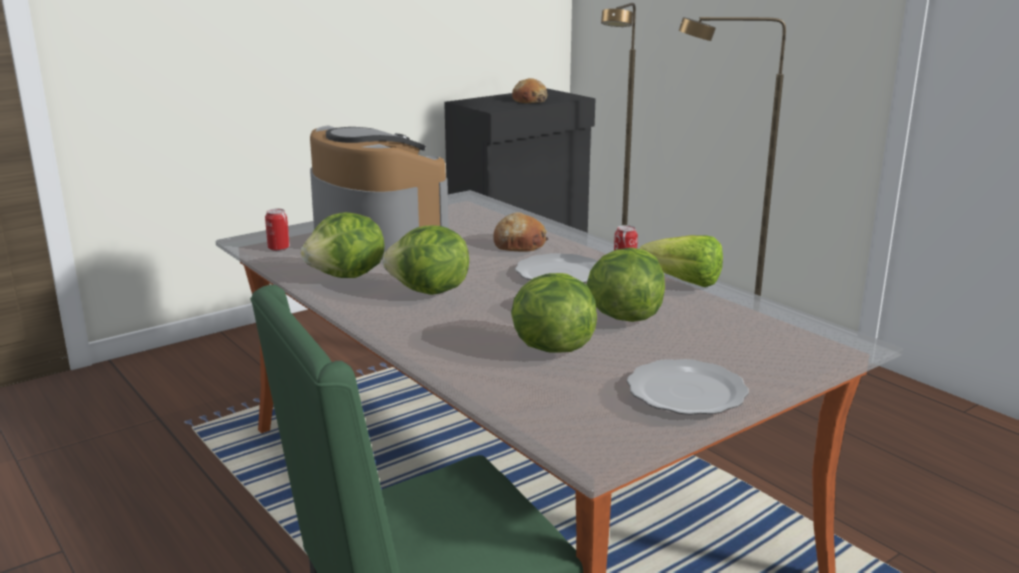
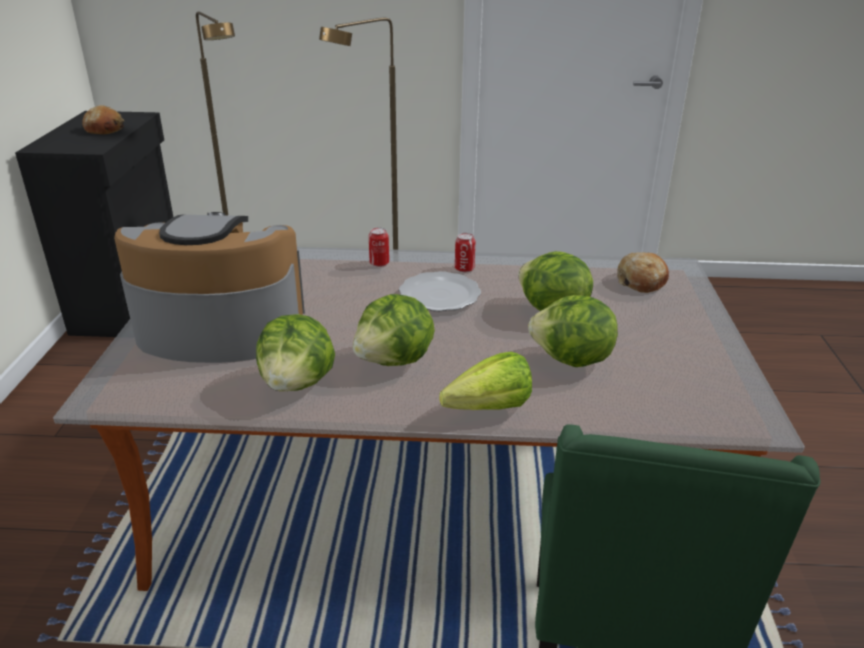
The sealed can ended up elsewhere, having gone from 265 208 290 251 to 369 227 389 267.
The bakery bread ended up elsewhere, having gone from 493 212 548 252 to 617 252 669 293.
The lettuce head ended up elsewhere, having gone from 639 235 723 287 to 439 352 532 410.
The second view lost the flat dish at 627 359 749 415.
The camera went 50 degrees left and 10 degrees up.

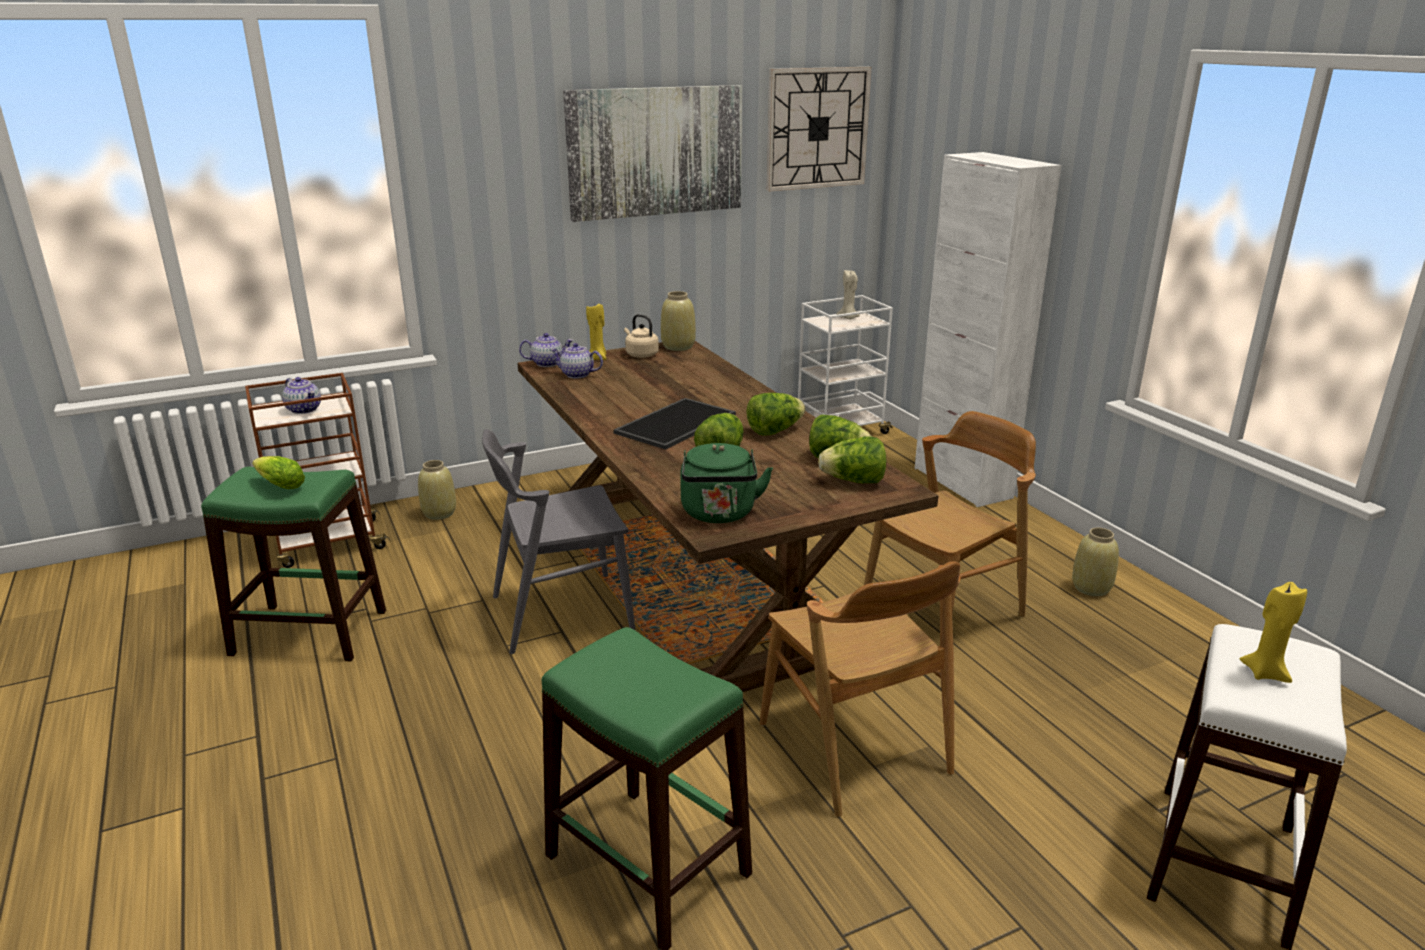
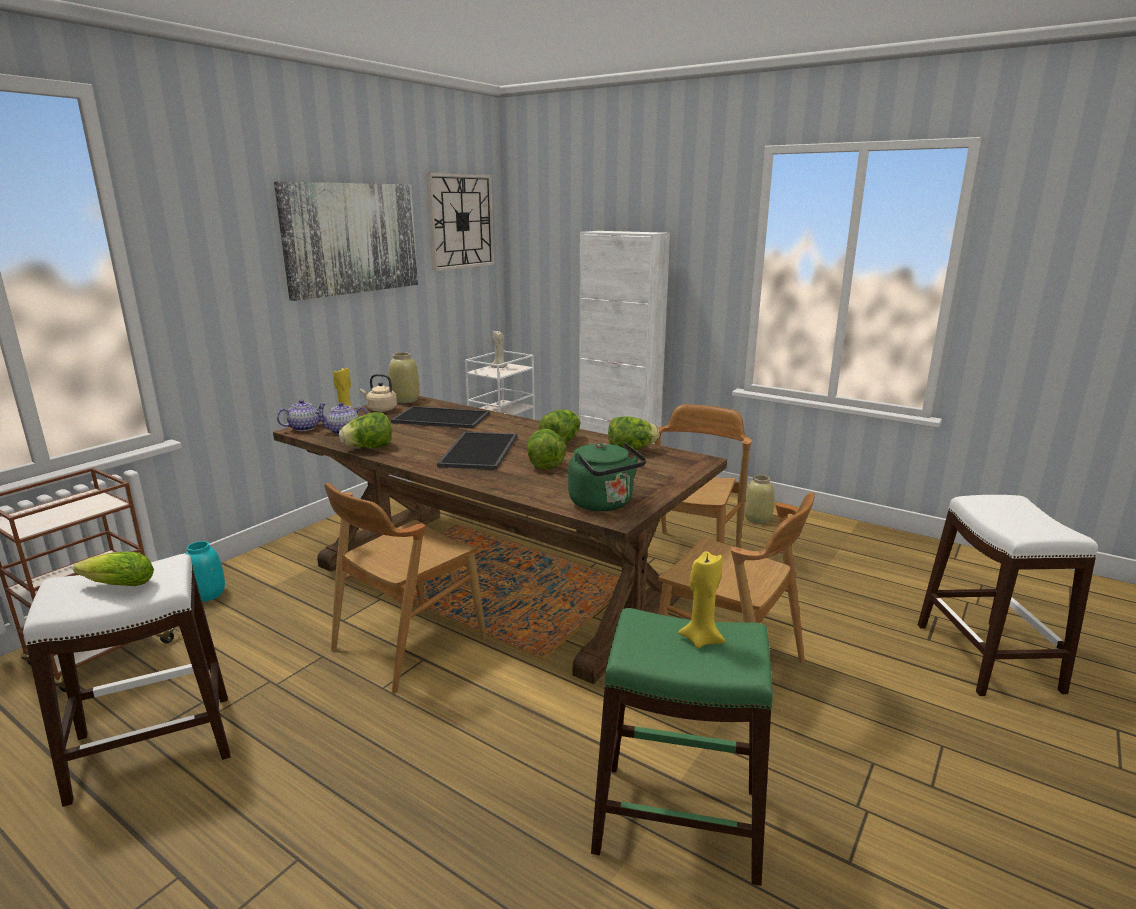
The second view lost the pot for tea at 282 377 321 414.
What was the chair (gray) at 482 429 635 654 turned into the chair (brownish) at 324 483 487 694.
The lettuce head ended up elsewhere, having gone from 818 436 886 483 to 339 412 392 448.
What was the flower vase (sand-coloured) at 418 460 456 520 turned into the flower vase (turquoise) at 185 541 225 602.
What was the sitting stool (green) at 201 467 386 661 turned into the sitting stool (whitish) at 23 554 230 807.
The wax light (yellow-coloured) ended up elsewhere, having gone from 1240 582 1307 683 to 678 551 725 648.
The second view gained the serving tray at 391 406 490 428.
The camera went 30 degrees left and 5 degrees down.

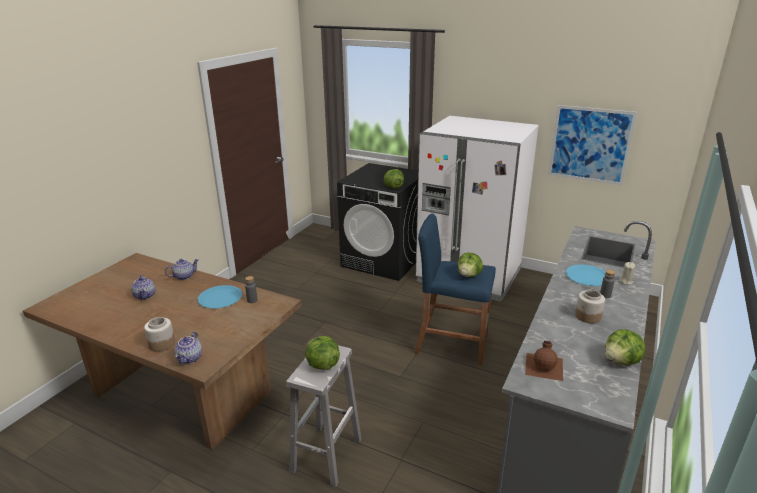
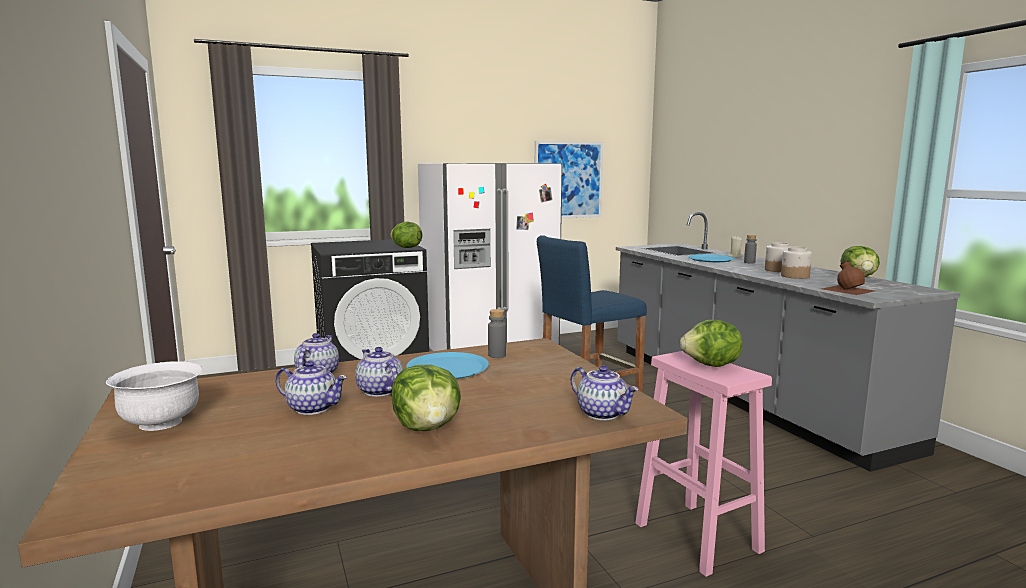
The lettuce head ended up elsewhere, having gone from 457 253 483 277 to 392 365 461 431.
The preserve jar ended up elsewhere, having gone from 144 317 175 352 to 781 247 812 279.
What was the sitting stool (whitish) at 286 345 362 487 turned into the sitting stool (pink) at 635 351 772 577.
The second view gained the pot for tea at 355 347 403 397.
The second view gained the serving bowl (whitish) at 106 361 203 431.
The camera went 50 degrees left and 15 degrees down.

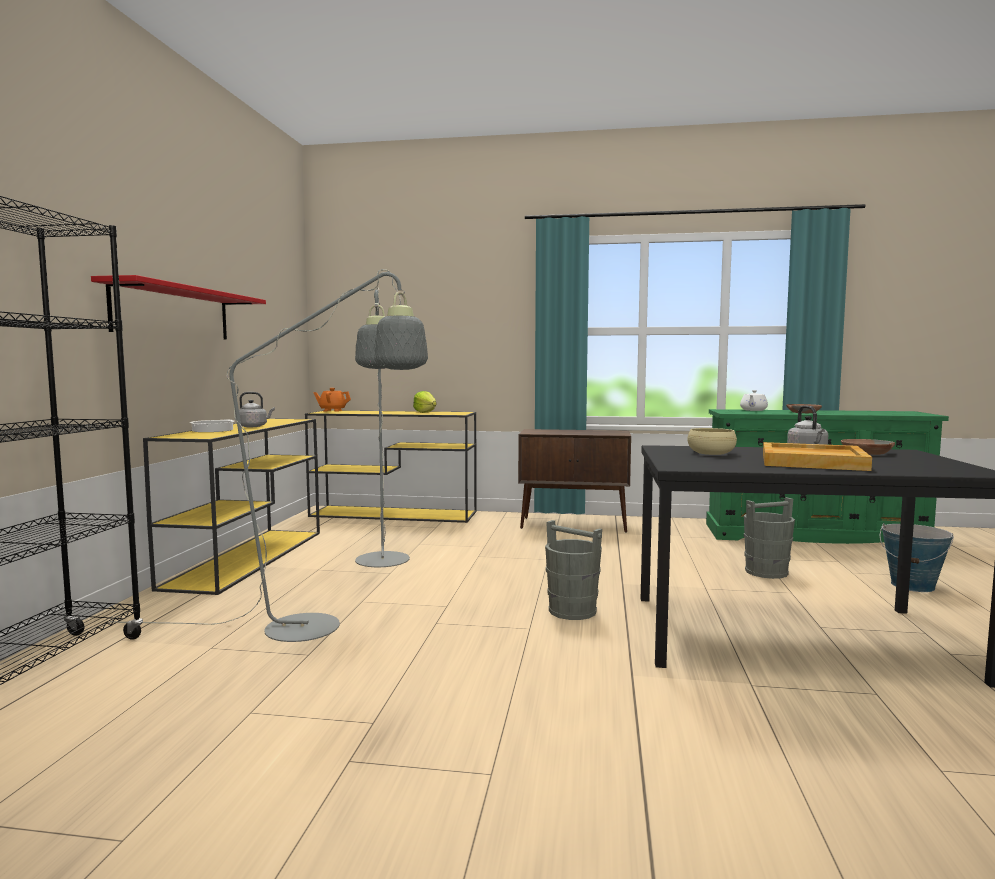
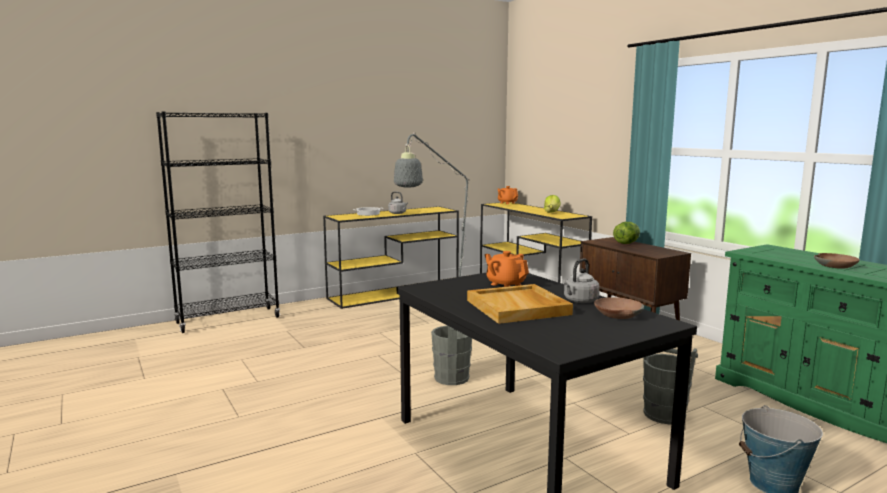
The second view lost the floor lamp (gray) at 110 269 428 642.
The second view lost the bracket shelf (red-coloured) at 91 275 266 340.
The second view lost the pot for tea (whitish) at 740 390 768 411.
Where the serving bowl (sand-coloured) stood at 688 428 737 455, the pot for tea (orange) came to stand at 485 251 529 287.
The second view gained the lettuce head at 613 222 640 244.
The camera went 50 degrees right and 5 degrees up.

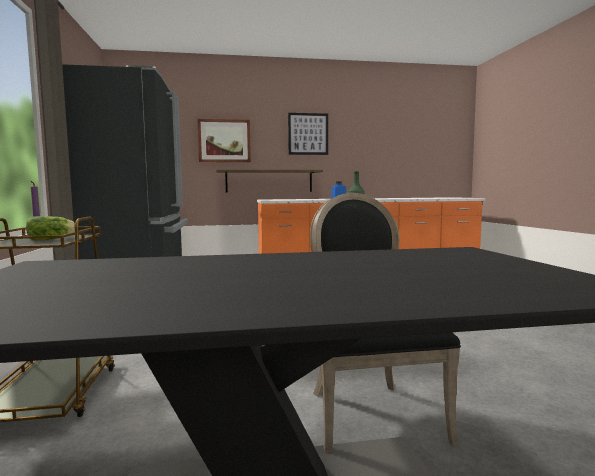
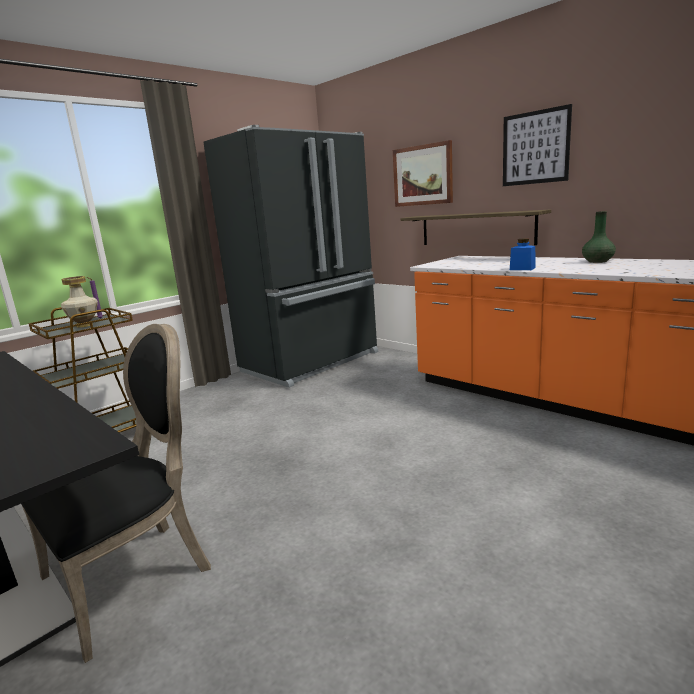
Where the lettuce head stood at 26 216 75 241, the flower vase came to stand at 61 276 98 328.
The camera went 55 degrees right and 10 degrees up.

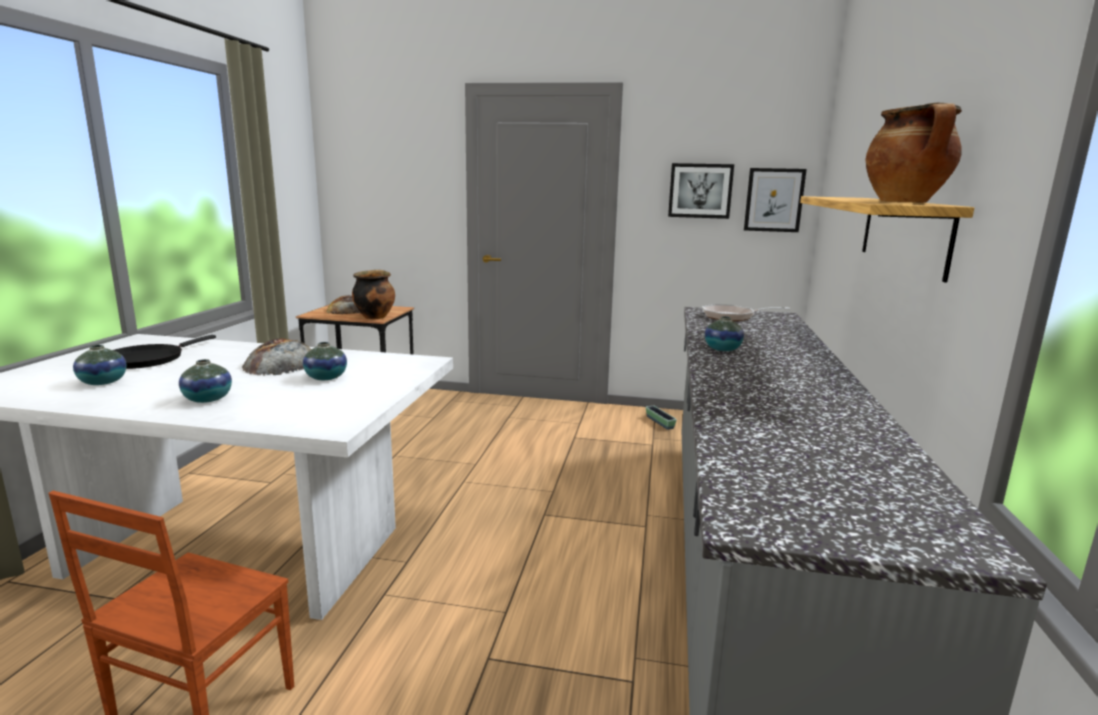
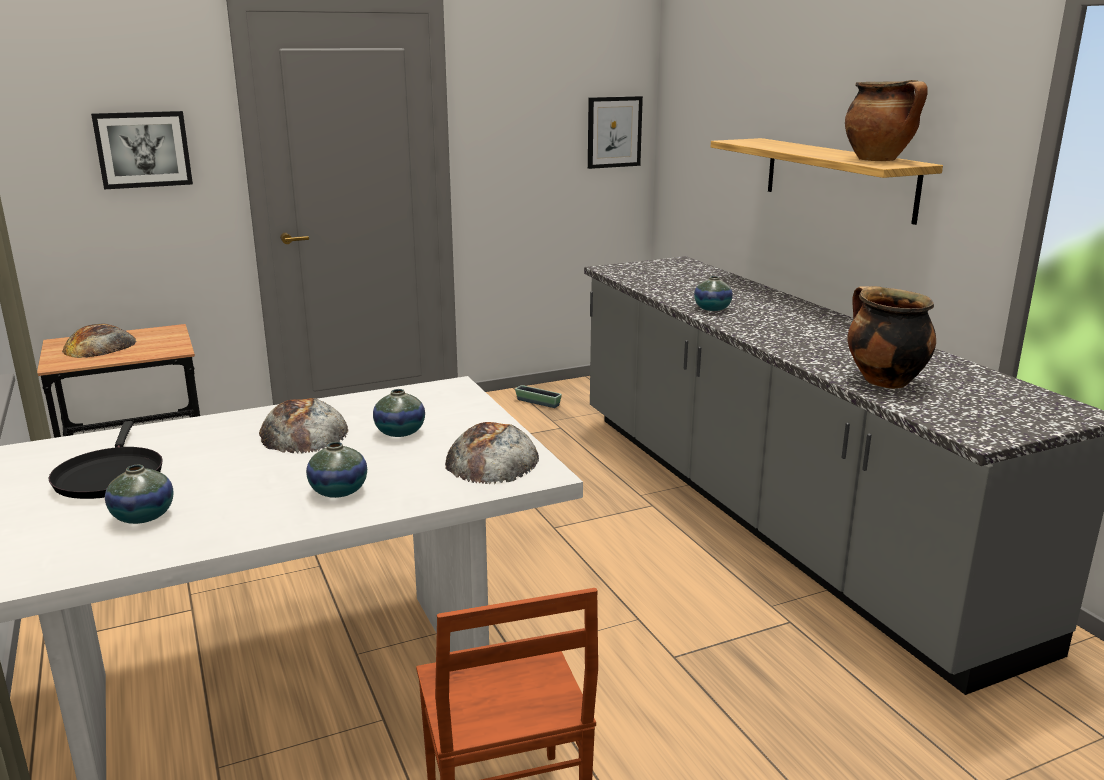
The wall picture ended up elsewhere, having gone from 668 163 734 219 to 91 111 193 189.
The cooking pot ended up elsewhere, having gone from 352 270 395 320 to 847 286 936 389.
The second view lost the skillet at 702 304 790 321.
The second view gained the bakery bread at 445 422 539 484.
The camera went 35 degrees left and 5 degrees up.

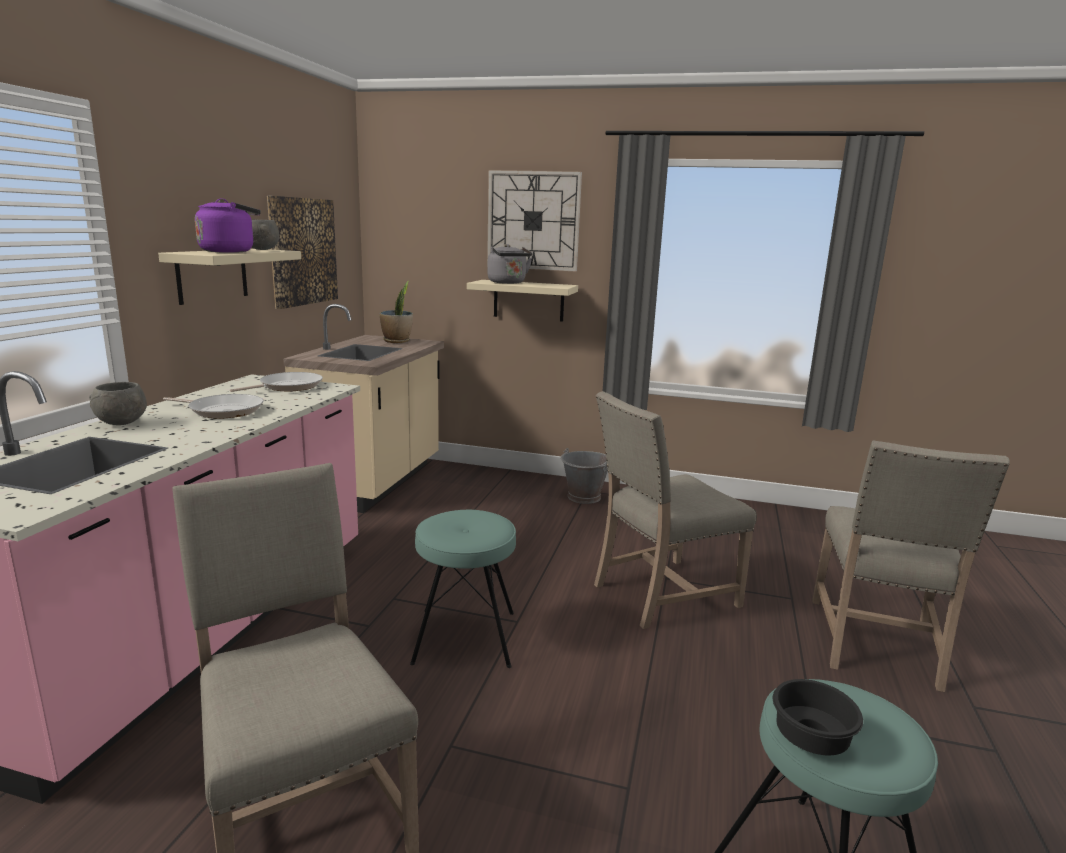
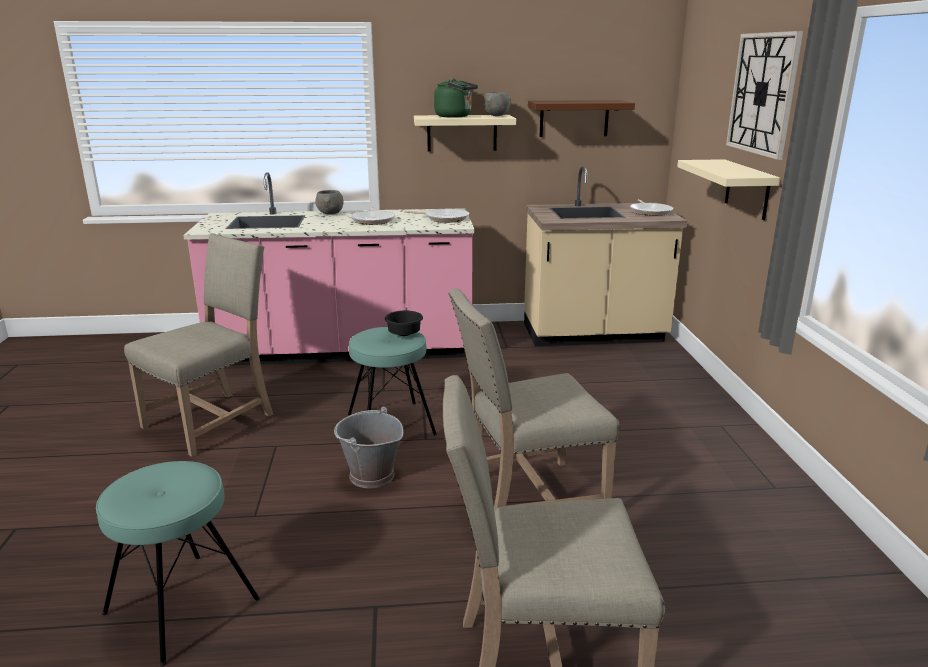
Where the wall picture hung at 267 196 338 309, the bracket shelf (brownish) came to hang at 528 100 635 137.
What was the kettle (purplish) at 195 199 261 253 turned into the kettle (green) at 434 78 478 118.
The second view lost the kettle (gray) at 487 244 532 284.
Where the houseplant stood at 380 281 413 343, the skillet came to stand at 630 199 673 216.
The chair (sand-coloured) at 594 391 757 629 ended up facing another way, 60 degrees counterclockwise from before.
The pail (gray) ended up elsewhere, having gone from 561 448 608 504 to 334 407 404 488.
The serving bowl (blackish) ended up elsewhere, having gone from 773 679 863 755 to 385 311 423 336.
The camera went 70 degrees right and 5 degrees up.

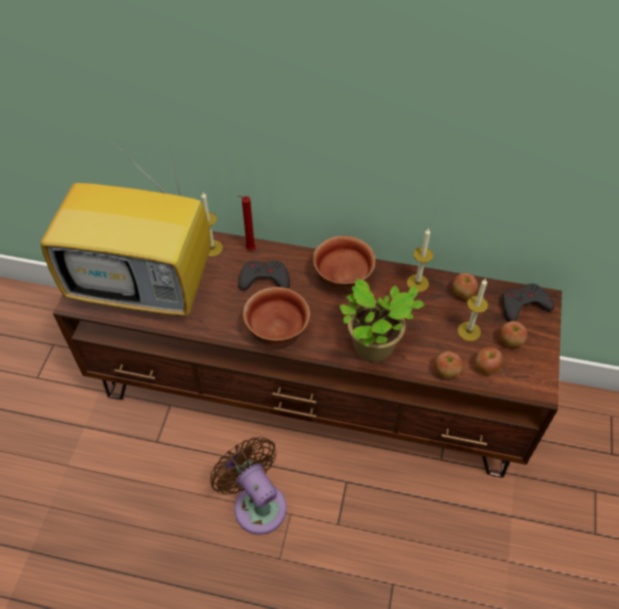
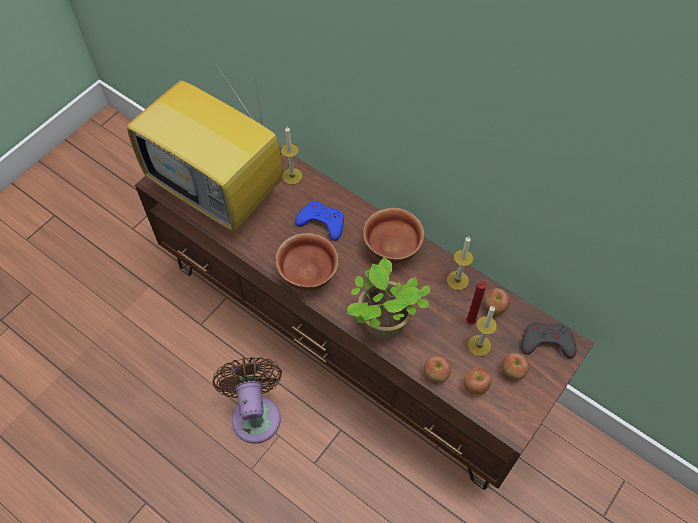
The wax light (red-coloured) ended up elsewhere, having gone from 237 196 256 250 to 466 280 487 325.
What was the gamepad (gray) at 238 261 290 291 turned into the gamepad (bluish) at 295 202 344 241.
The camera went 25 degrees right and 5 degrees up.

